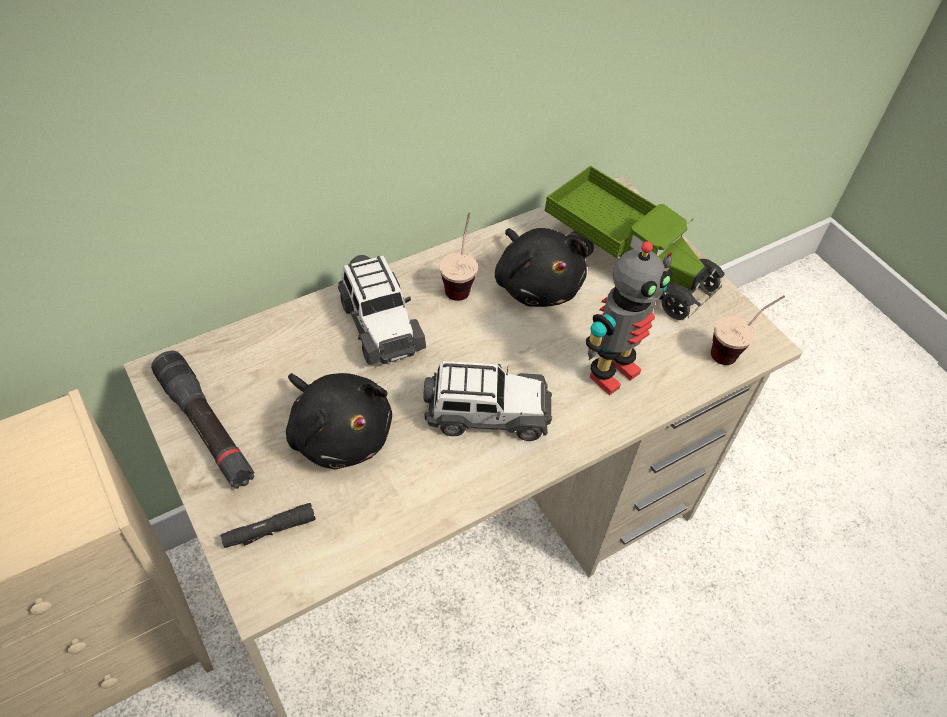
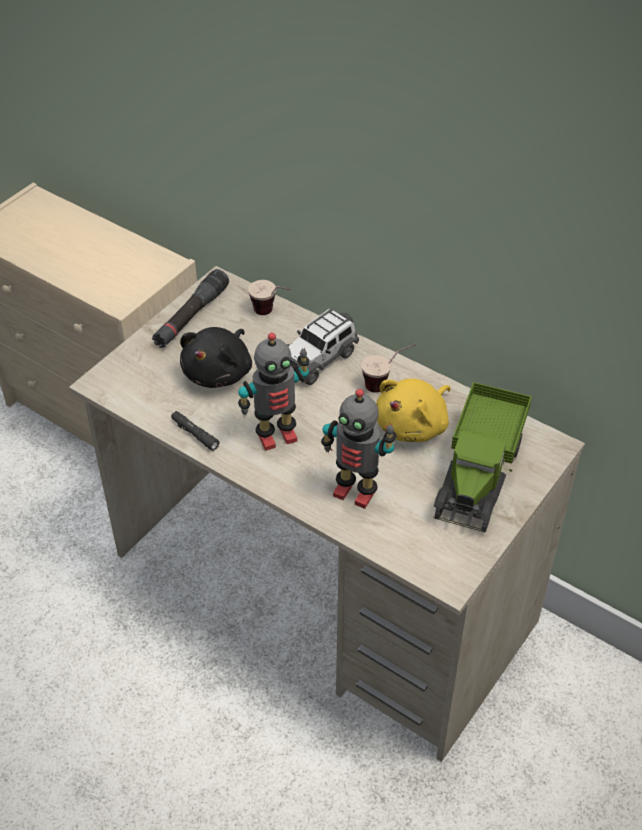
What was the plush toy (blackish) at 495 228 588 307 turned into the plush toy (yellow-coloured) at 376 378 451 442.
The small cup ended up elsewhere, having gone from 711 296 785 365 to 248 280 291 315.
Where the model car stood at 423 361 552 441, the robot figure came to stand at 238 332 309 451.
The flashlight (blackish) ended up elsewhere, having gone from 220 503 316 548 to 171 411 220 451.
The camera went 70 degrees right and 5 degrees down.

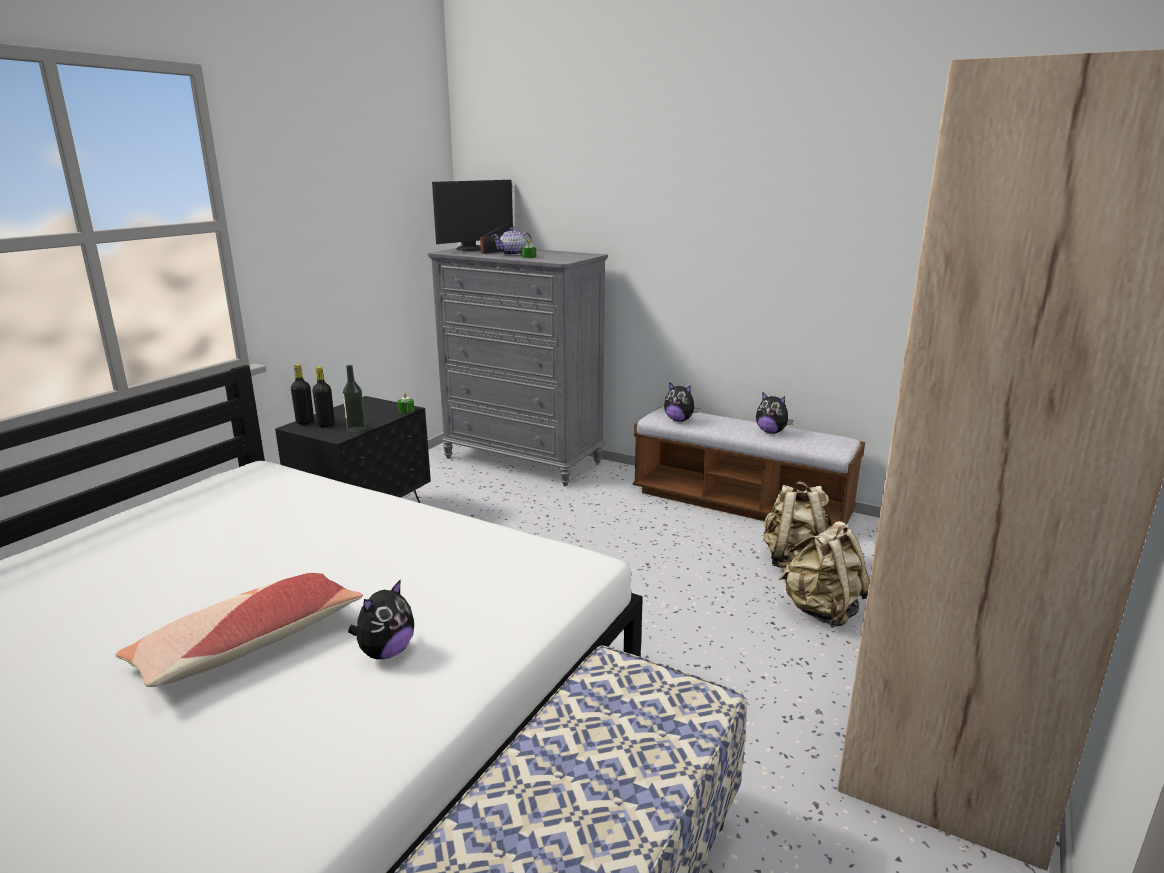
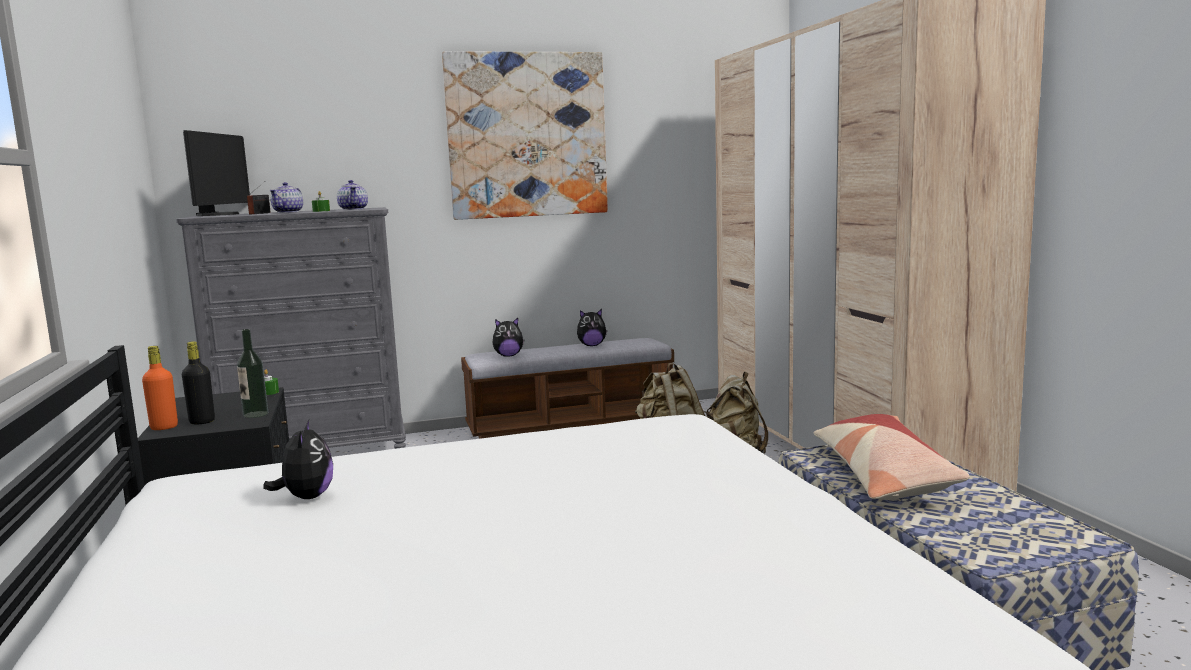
What was the bottle (blackish) at 291 364 314 425 turned into the bottle (orange) at 142 346 178 430.
The cushion ended up elsewhere, having gone from 115 572 363 687 to 813 414 970 501.
The plush toy ended up elsewhere, having gone from 348 579 414 659 to 263 420 333 499.
The second view gained the wall picture at 442 51 608 220.
The second view gained the pot for tea at 337 180 368 210.
The camera went 45 degrees left and 10 degrees down.

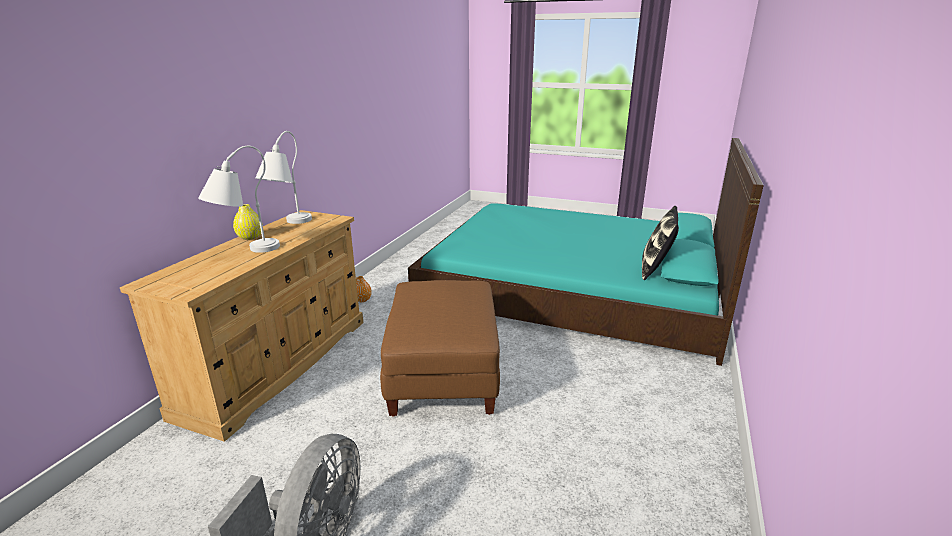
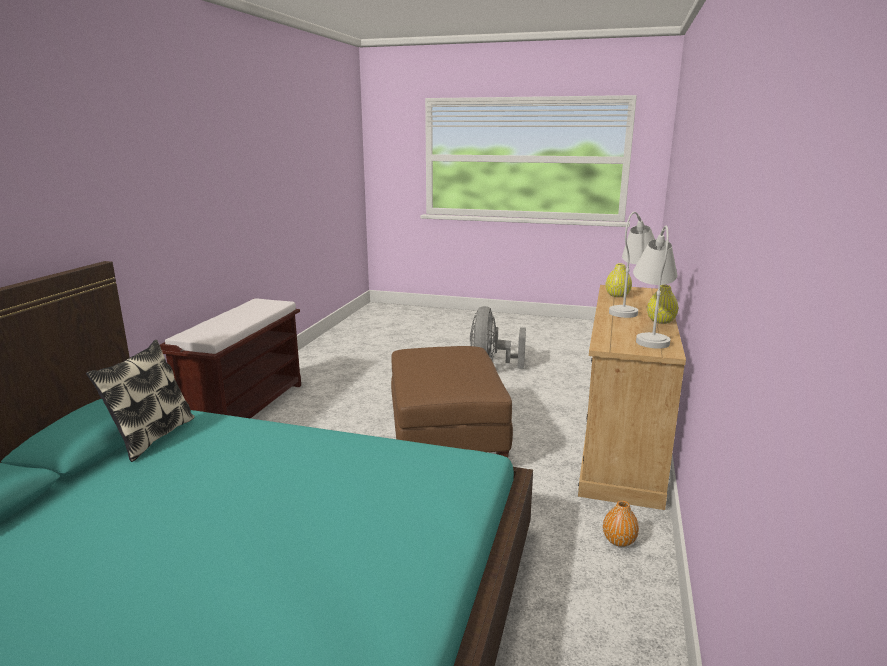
The second view gained the flower vase (yellow-coloured) at 606 264 632 297.
The second view gained the indoor bench (brownish) at 160 298 301 419.
The camera went 175 degrees right and 5 degrees down.

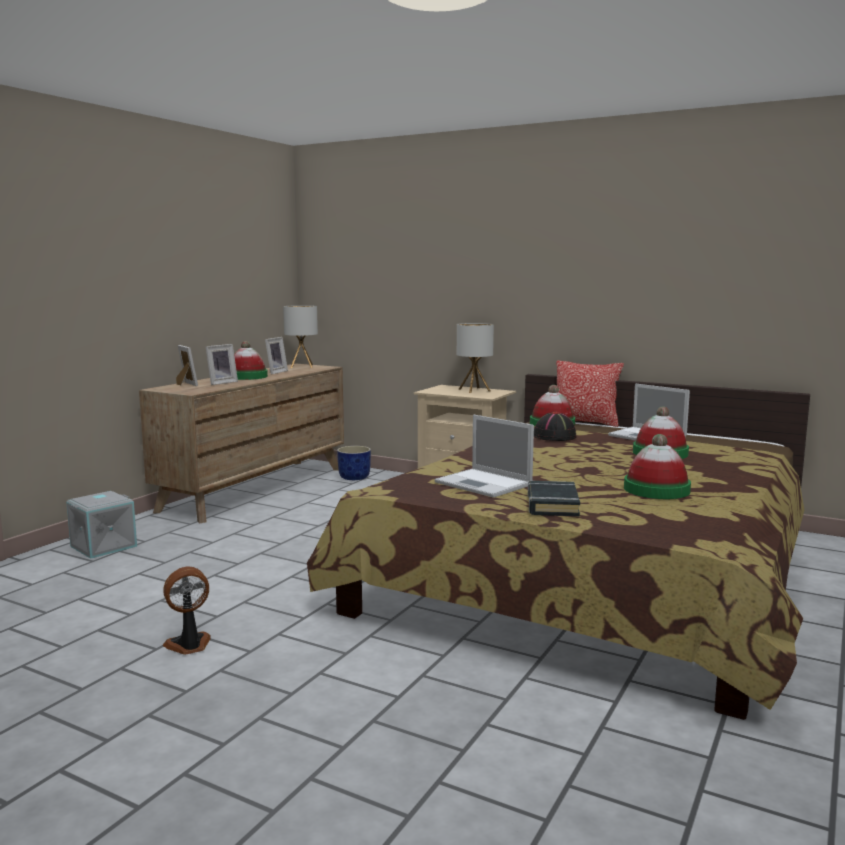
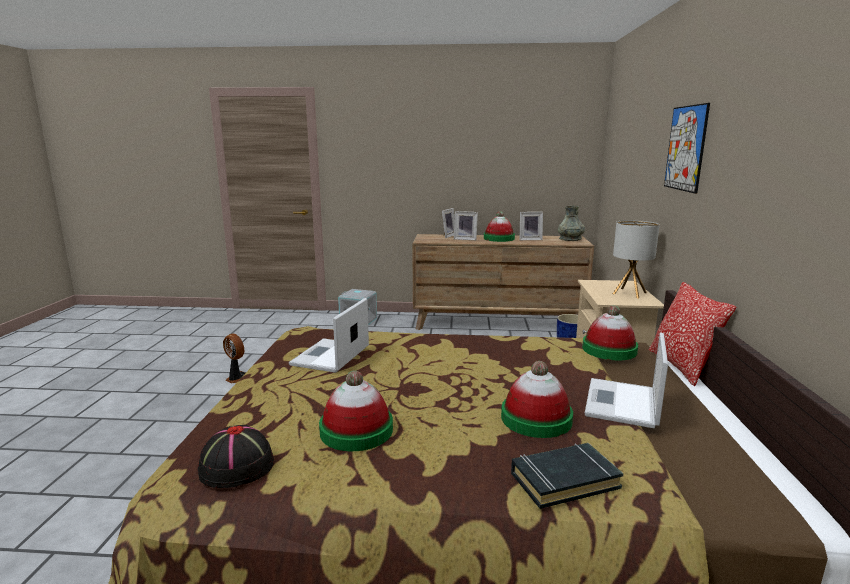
Where the table lamp stood at 283 305 318 368, the flower vase (gray) came to stand at 558 206 585 241.
The hat (blackish) ended up elsewhere, having gone from 534 411 576 441 to 198 425 274 488.
The bound book (blackish) ended up elsewhere, having gone from 528 481 580 516 to 511 443 623 509.
The second view gained the wall picture at 664 103 710 194.
The camera went 65 degrees right and 5 degrees up.

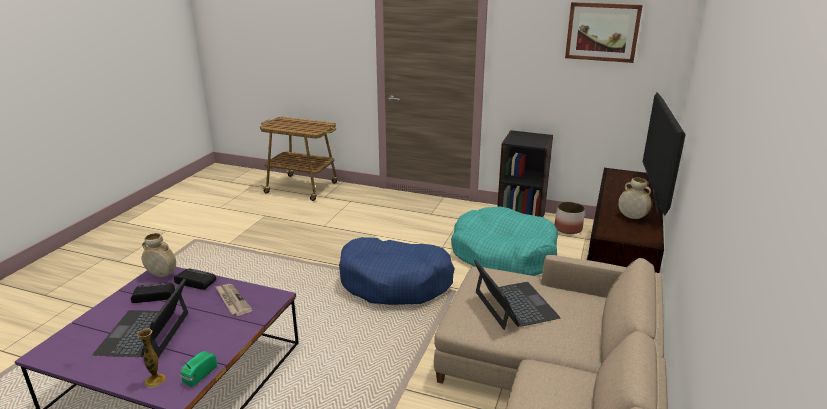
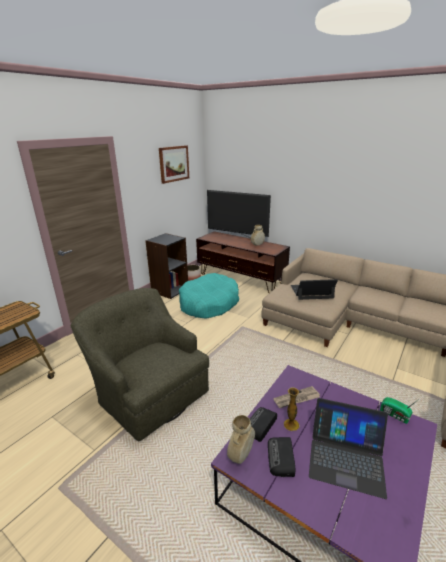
The second view lost the dog bed (bluish) at 339 237 455 305.
The flower vase ended up elsewhere, having gone from 137 329 166 387 to 284 387 300 431.
The second view gained the lounge chair (green) at 71 288 209 441.
The camera went 75 degrees left and 0 degrees up.

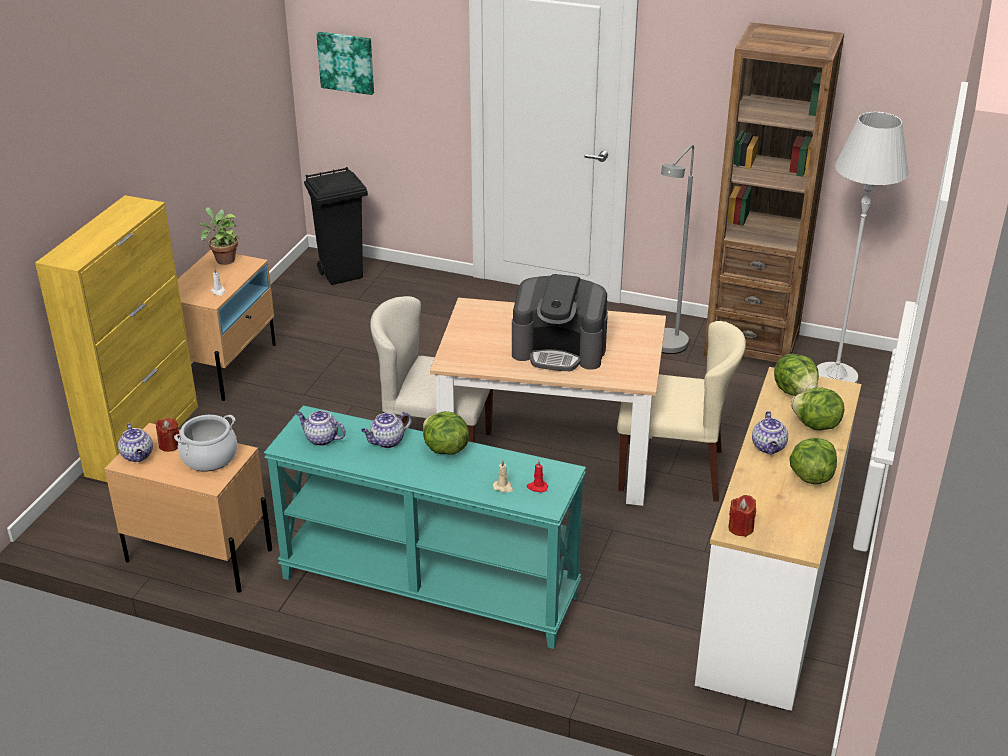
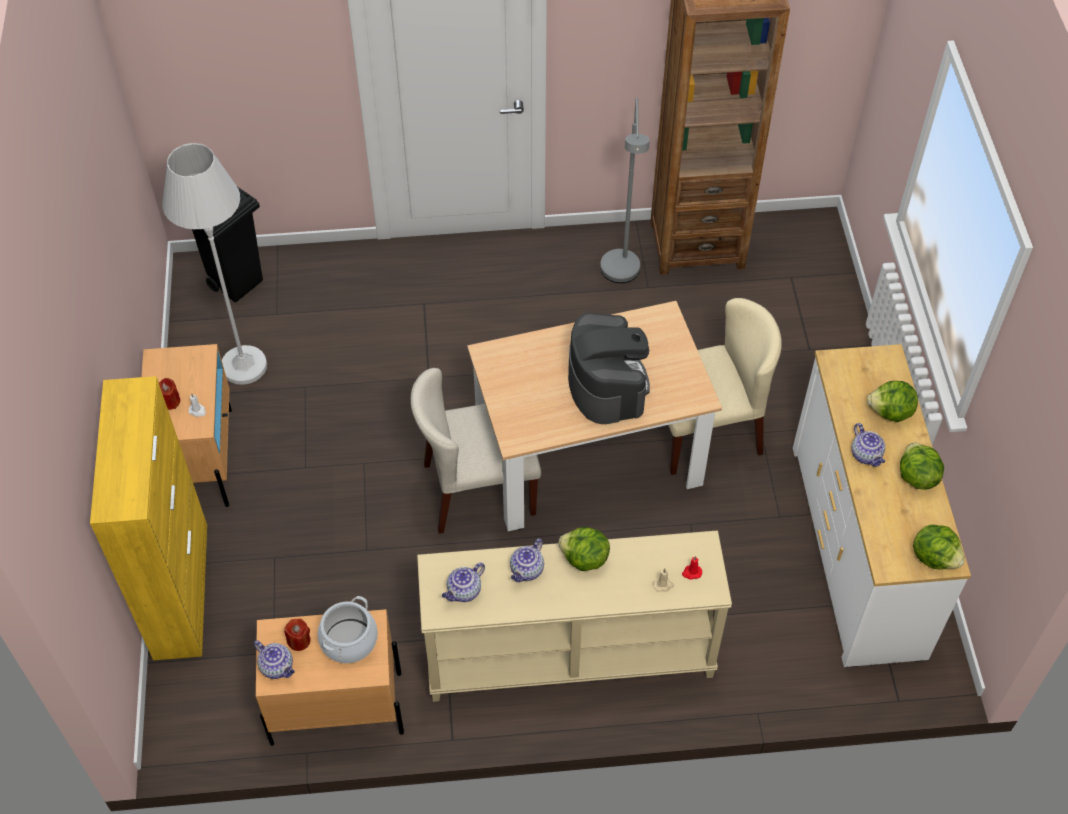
The second view lost the wall picture at 316 32 374 95.
The floor lamp (whitish) ended up elsewhere, having gone from 817 112 908 383 to 162 143 267 385.
The second view lost the houseplant at 200 207 240 265.
The coffee maker at 512 274 608 371 ended up facing another way, 90 degrees counterclockwise from before.
The lettuce head ended up elsewhere, having gone from 774 354 819 396 to 913 524 965 569.
What was the narrow table (turquoise) at 264 405 586 649 turned into the narrow table (sand-coloured) at 417 530 732 702.
The pot for tea at 296 410 346 446 ended up facing another way, 45 degrees counterclockwise from before.
The wax light (red-coloured) ended up elsewhere, having gone from 728 495 756 537 to 159 378 180 410.
The camera went 25 degrees left and 20 degrees up.

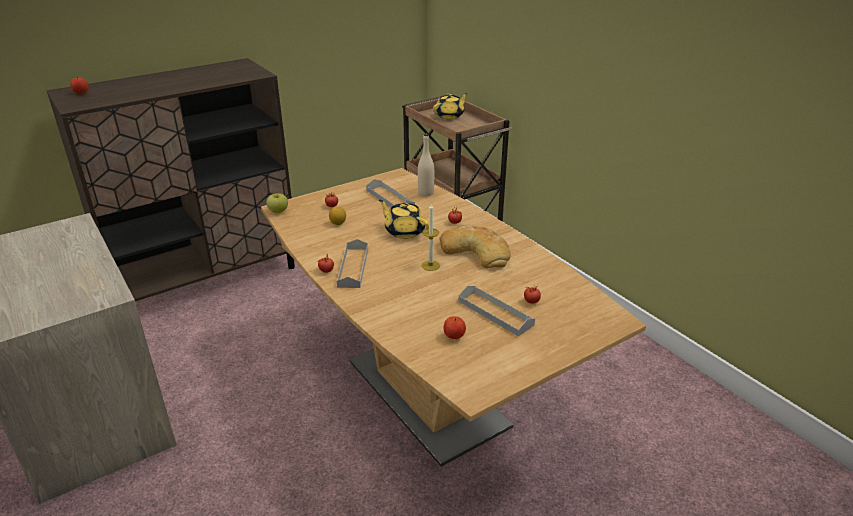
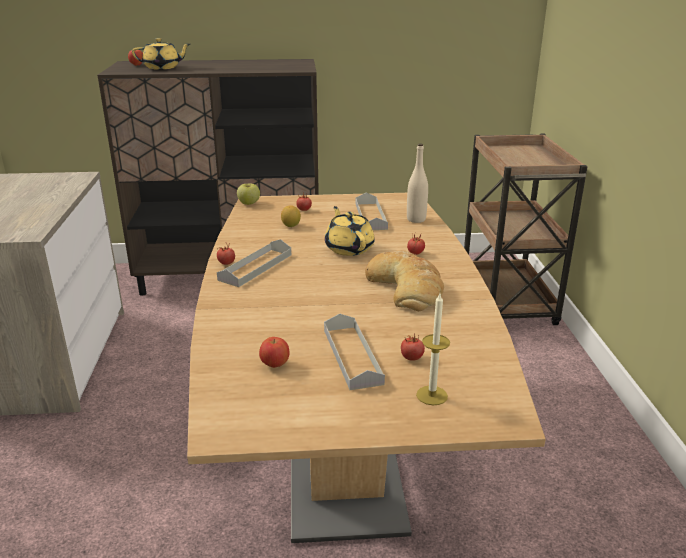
The pot for tea (yellow-coloured) ended up elsewhere, having gone from 433 93 468 119 to 132 38 190 70.
The wax light ended up elsewhere, having gone from 422 204 440 271 to 416 294 450 405.
The camera went 30 degrees right and 5 degrees down.

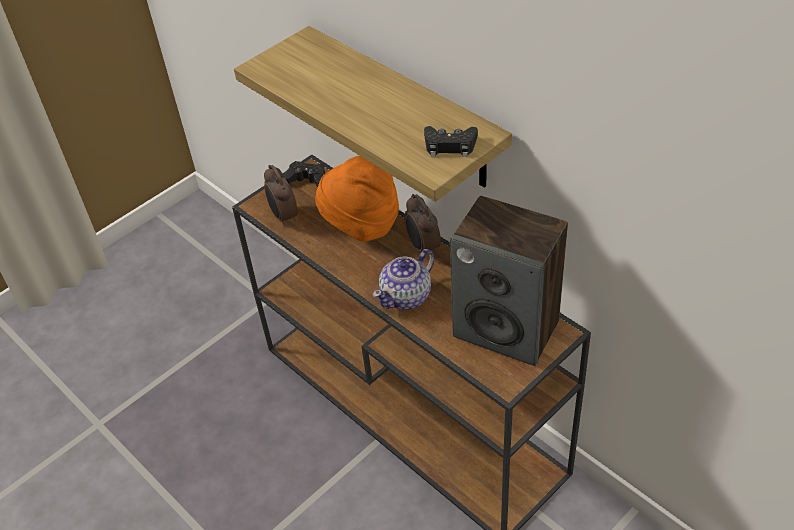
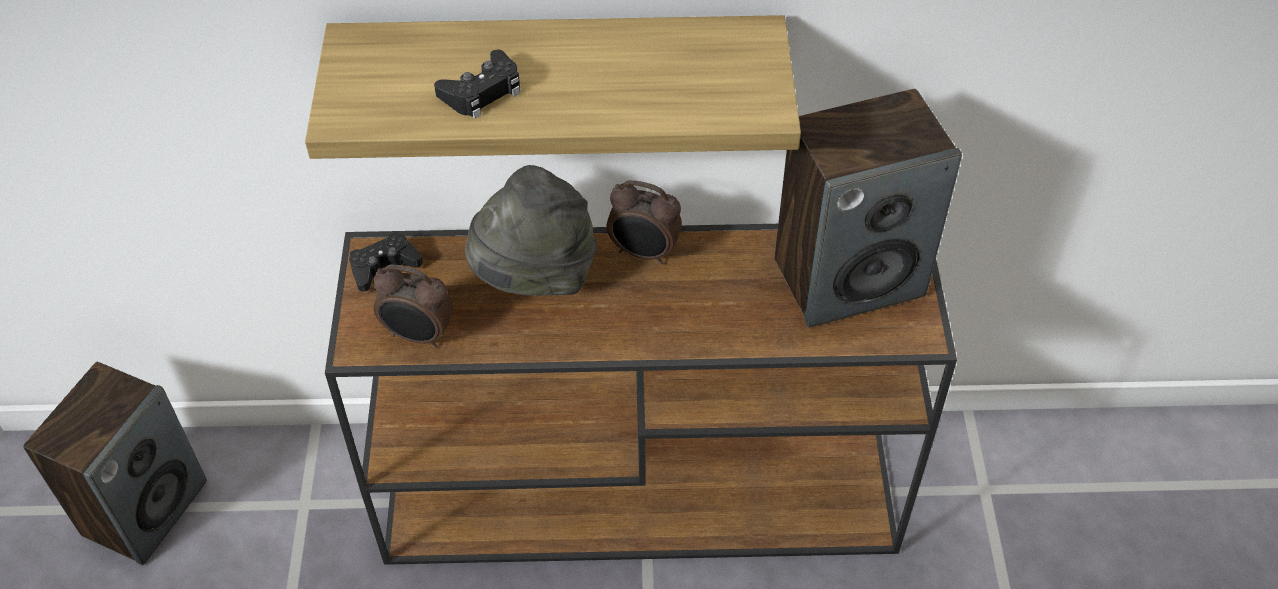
The gamepad (blackish) ended up elsewhere, having gone from 424 126 478 157 to 434 50 521 119.
What was the hat (orange) at 315 156 399 242 turned into the hat (gray) at 465 165 596 296.
The second view lost the pot for tea at 373 249 435 310.
The second view gained the speaker at 23 362 207 565.
The camera went 50 degrees left and 5 degrees up.

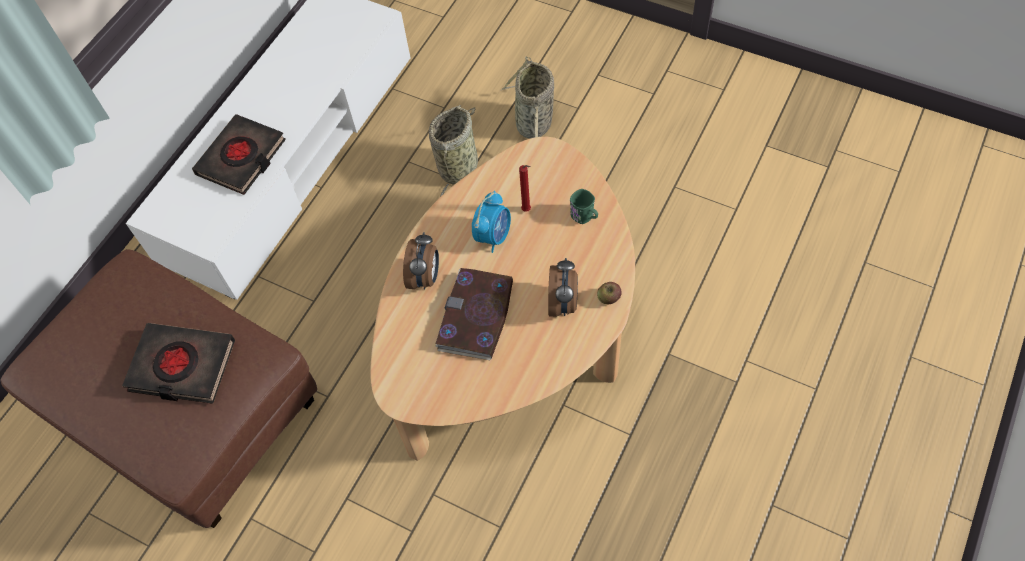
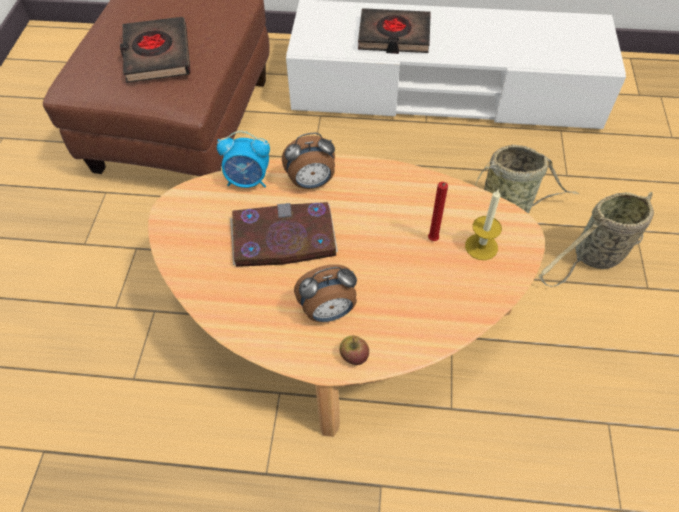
The second view lost the mug (green) at 570 189 598 224.
The bedside clock ended up elsewhere, having gone from 472 191 511 253 to 217 131 270 188.
The second view gained the wax light at 465 188 502 260.
The camera went 65 degrees right and 5 degrees down.

